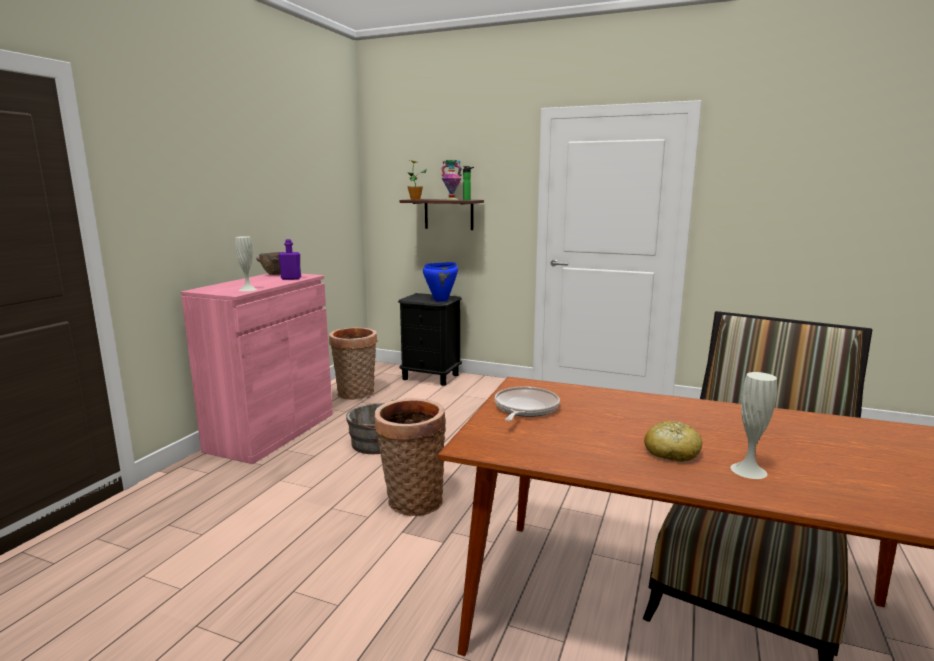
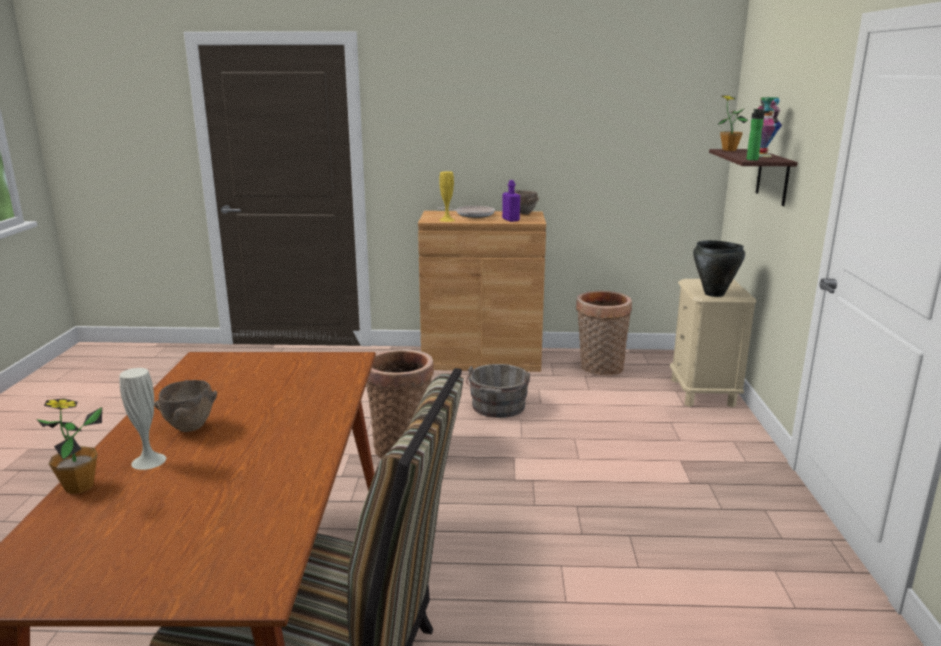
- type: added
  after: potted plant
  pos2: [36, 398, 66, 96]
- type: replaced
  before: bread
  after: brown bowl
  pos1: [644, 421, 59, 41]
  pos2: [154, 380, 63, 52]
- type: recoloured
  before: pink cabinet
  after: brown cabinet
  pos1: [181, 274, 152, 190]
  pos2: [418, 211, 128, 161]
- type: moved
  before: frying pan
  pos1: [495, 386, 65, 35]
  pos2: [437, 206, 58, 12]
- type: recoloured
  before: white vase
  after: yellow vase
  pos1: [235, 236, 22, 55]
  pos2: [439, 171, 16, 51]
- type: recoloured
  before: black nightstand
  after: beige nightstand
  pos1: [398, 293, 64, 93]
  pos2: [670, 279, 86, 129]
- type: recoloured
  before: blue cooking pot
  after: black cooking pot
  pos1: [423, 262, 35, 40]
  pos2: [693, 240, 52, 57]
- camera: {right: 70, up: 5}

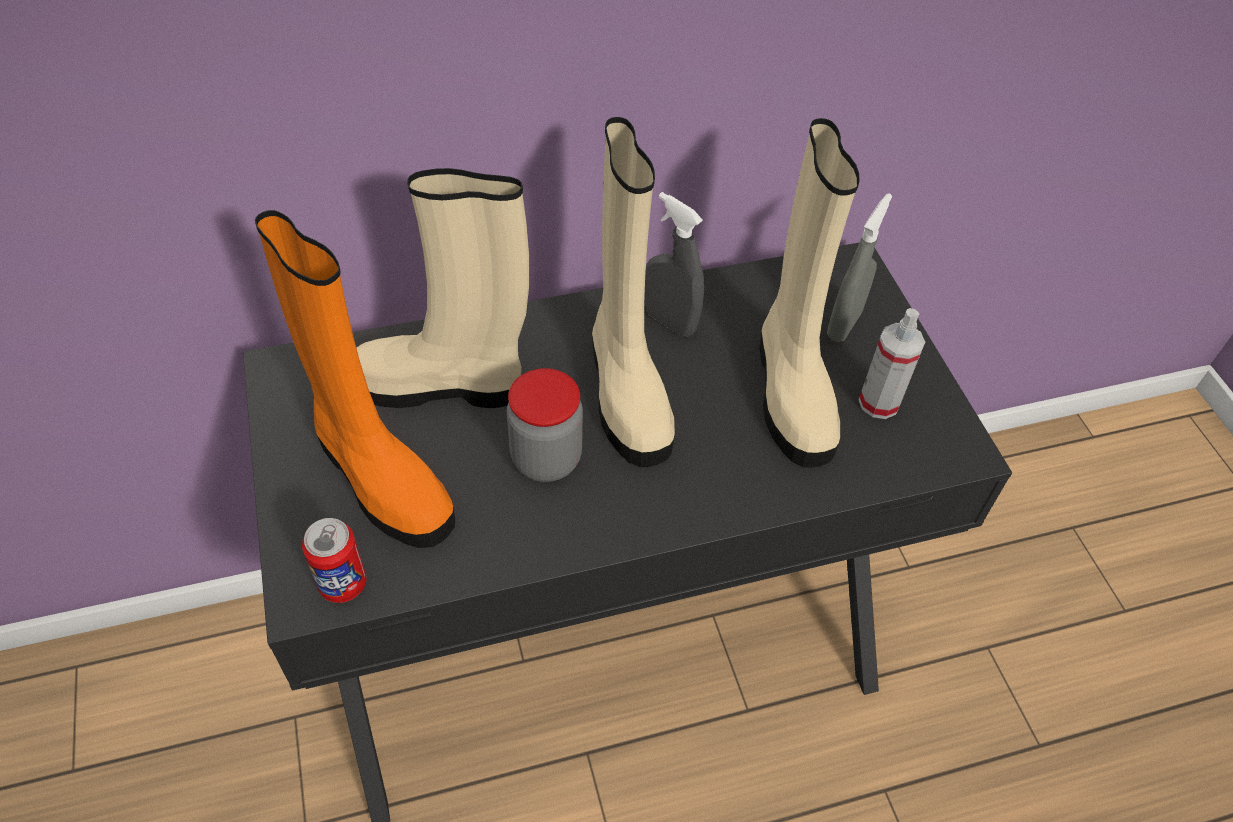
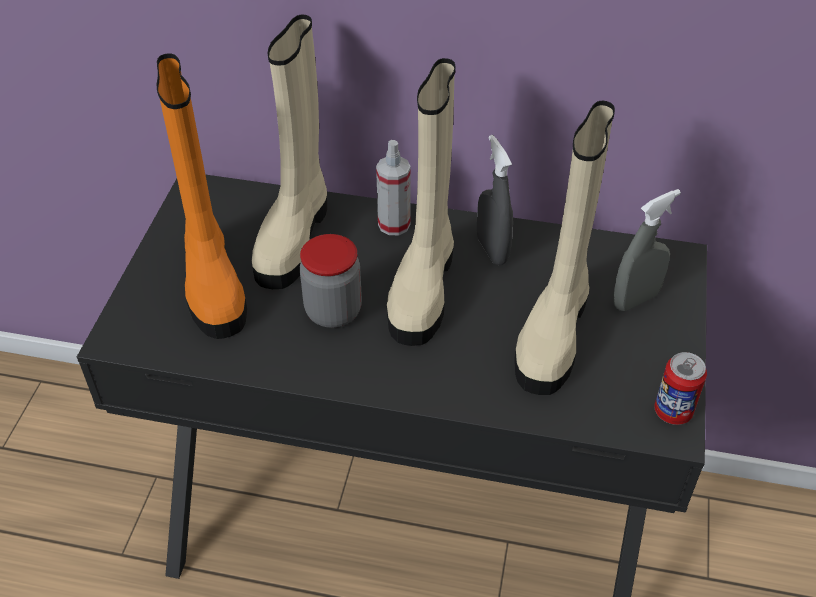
- type: turned
  before: beige boot
  pos1: [356, 168, 173, 240]
  pos2: [252, 15, 75, 274]
  turn: -105
- type: moved
  before: spray bottle
  pos1: [859, 308, 66, 111]
  pos2: [376, 140, 35, 95]
- type: moved
  before: can
  pos1: [302, 518, 64, 85]
  pos2: [654, 352, 53, 73]
- camera: {right: 30, up: -5}

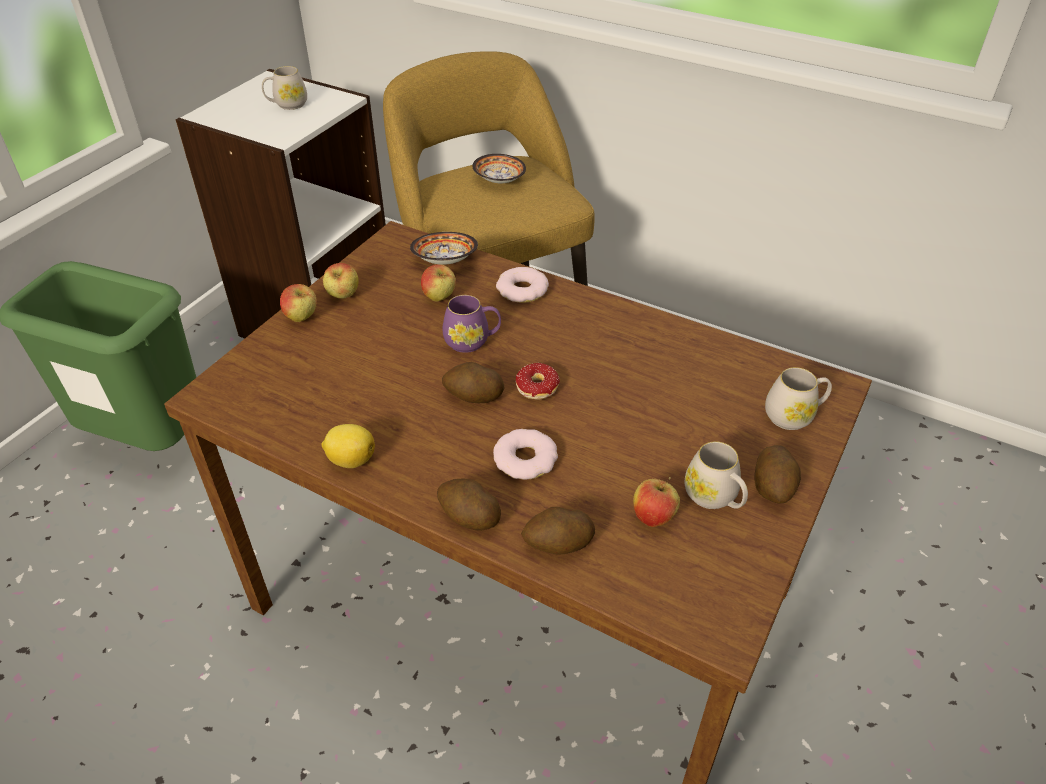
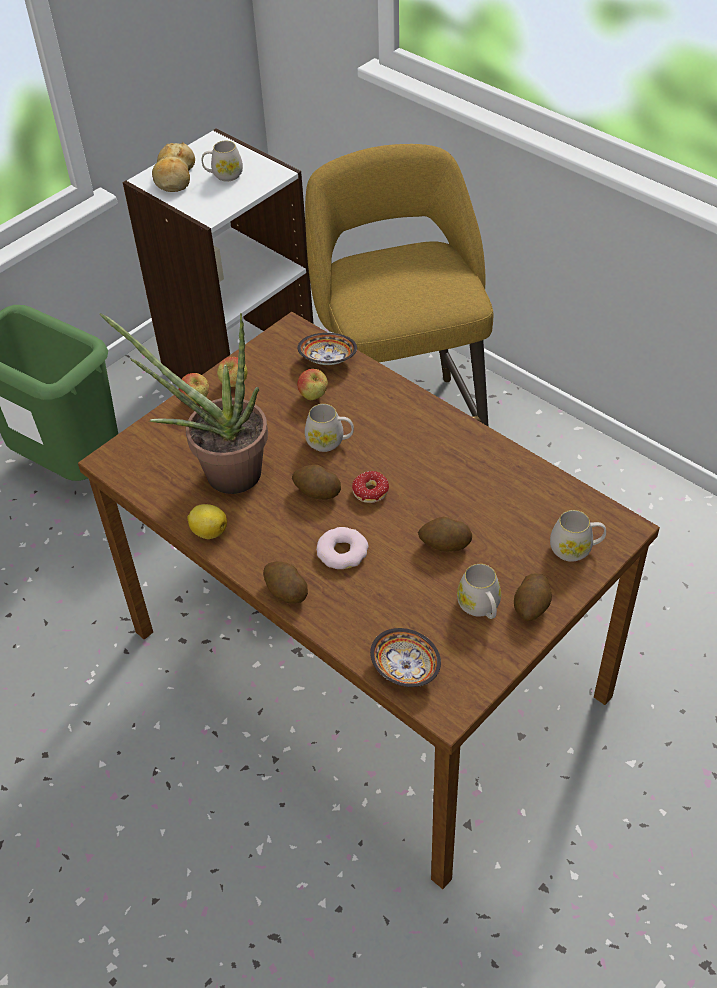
- type: added
  after: potted plant
  pos2: [100, 313, 168, 181]
- type: added
  after: bread
  pos2: [152, 142, 43, 50]
- type: recoloured
  before: purple mug
  after: white mug
  pos1: [443, 295, 58, 58]
  pos2: [305, 404, 49, 48]
- type: moved
  before: bowl
  pos1: [472, 154, 54, 29]
  pos2: [370, 628, 71, 59]
- type: moved
  before: potato
  pos1: [521, 507, 74, 48]
  pos2: [418, 517, 54, 35]
- type: removed
  before: donut
  pos1: [496, 267, 53, 36]
- type: removed
  before: apple
  pos1: [633, 477, 47, 50]
- camera: {right: 15, up: 5}

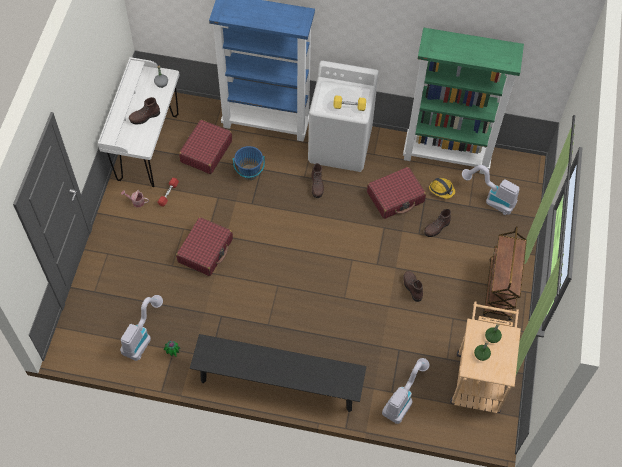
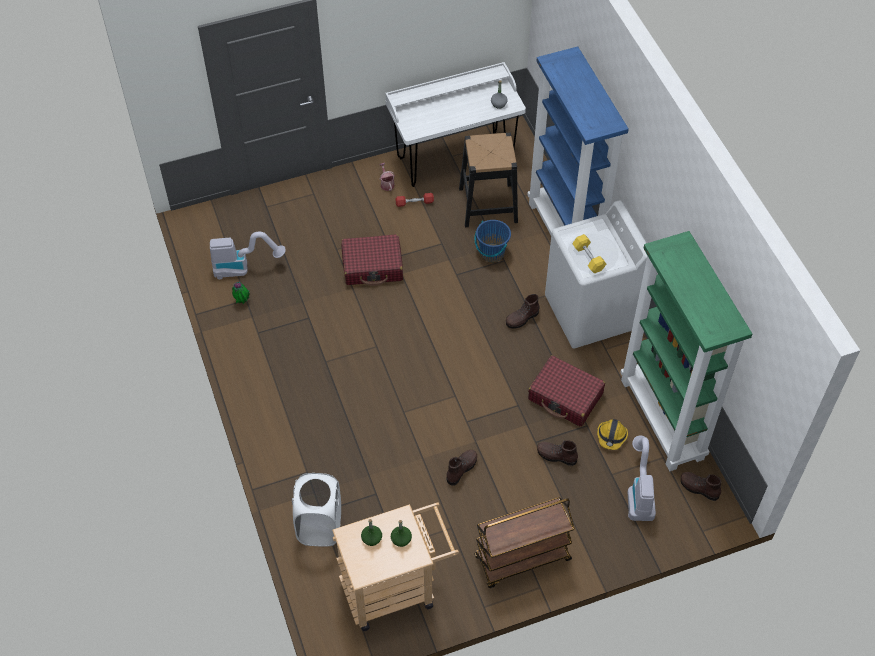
- type: replaced
  before: vacuum cleaner
  after: white laundry basket
  pos1: [382, 358, 47, 66]
  pos2: [292, 473, 49, 73]
- type: replaced
  before: red suitcase
  after: black stool
  pos1: [179, 120, 53, 54]
  pos2: [459, 133, 59, 94]
- type: moved
  before: brown boot
  pos1: [129, 97, 31, 27]
  pos2: [681, 472, 40, 29]
- type: removed
  before: black bench
  pos1: [190, 334, 177, 78]
- camera: {right: 60, up: -5}

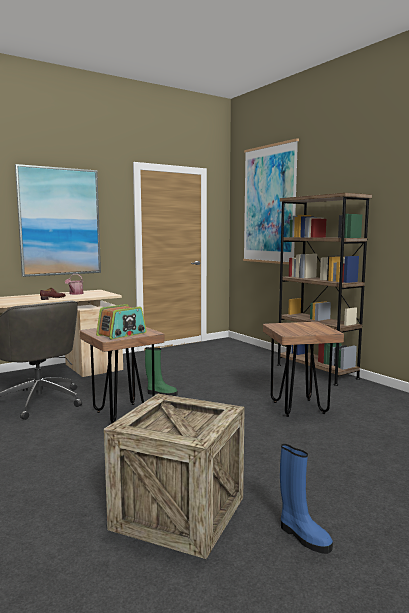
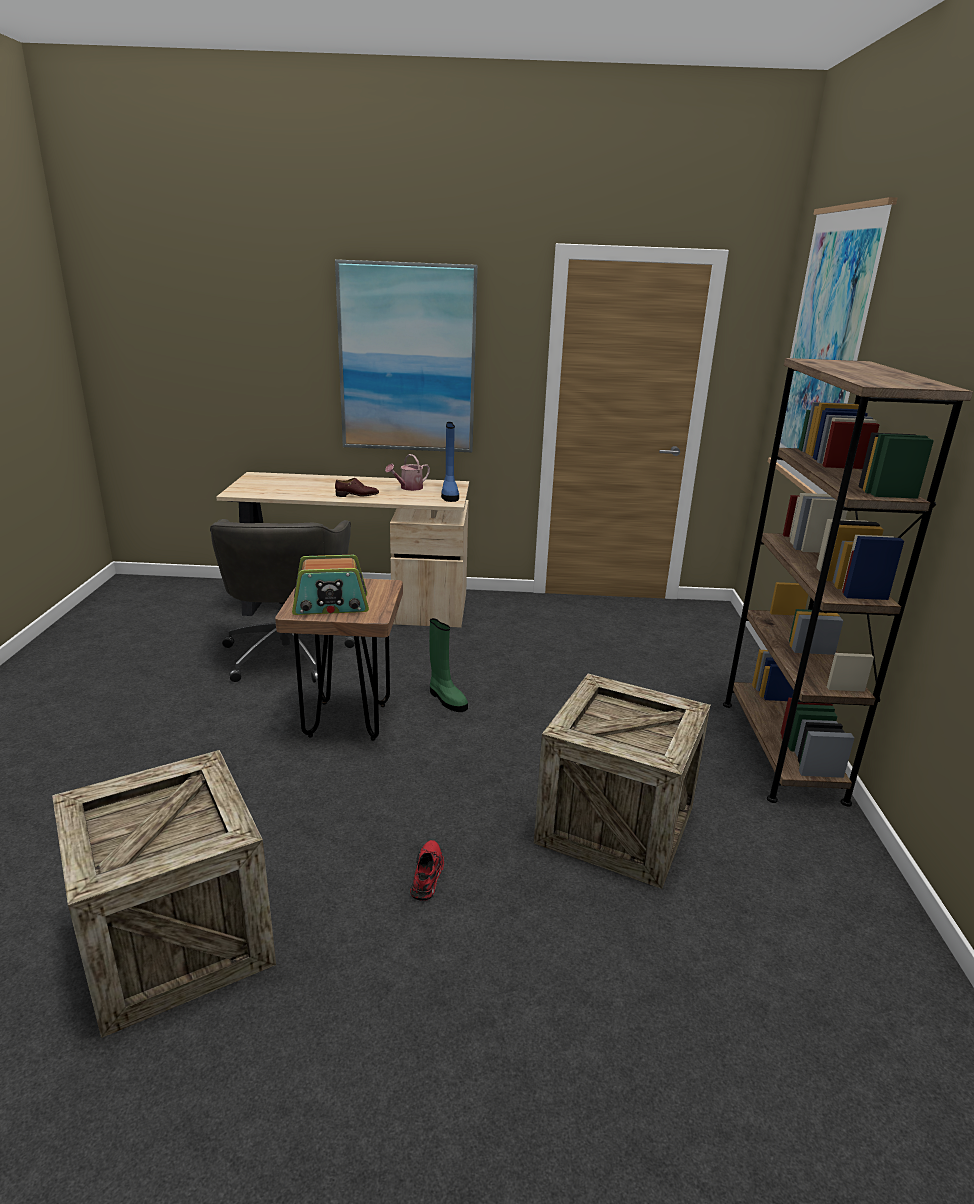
- type: added
  after: red shoe
  pos2: [410, 840, 34, 60]
- type: moved
  before: blue boot
  pos1: [280, 444, 53, 110]
  pos2: [441, 422, 18, 80]
- type: replaced
  before: brown stool
  after: crate
  pos1: [263, 322, 81, 95]
  pos2: [534, 674, 177, 215]
- camera: {right: 35, up: 15}

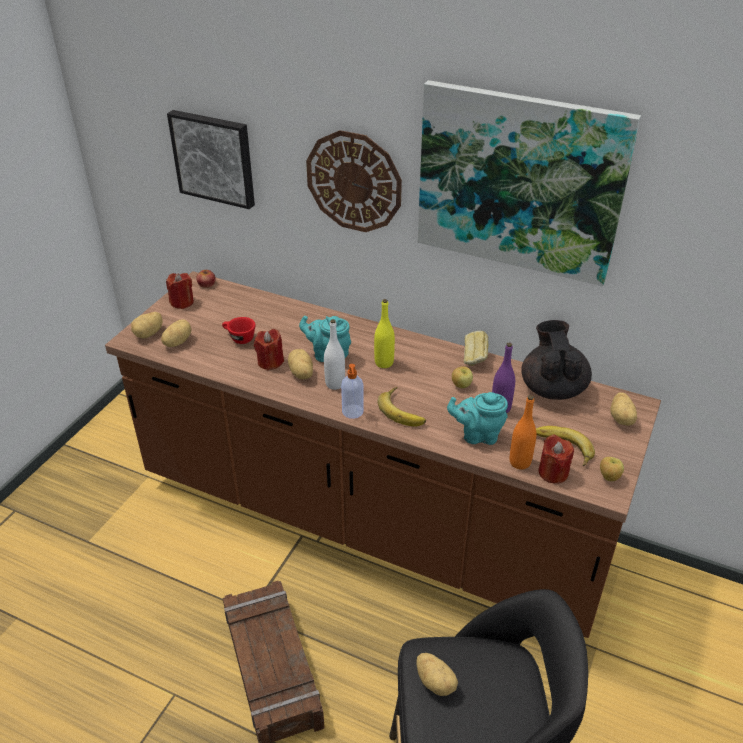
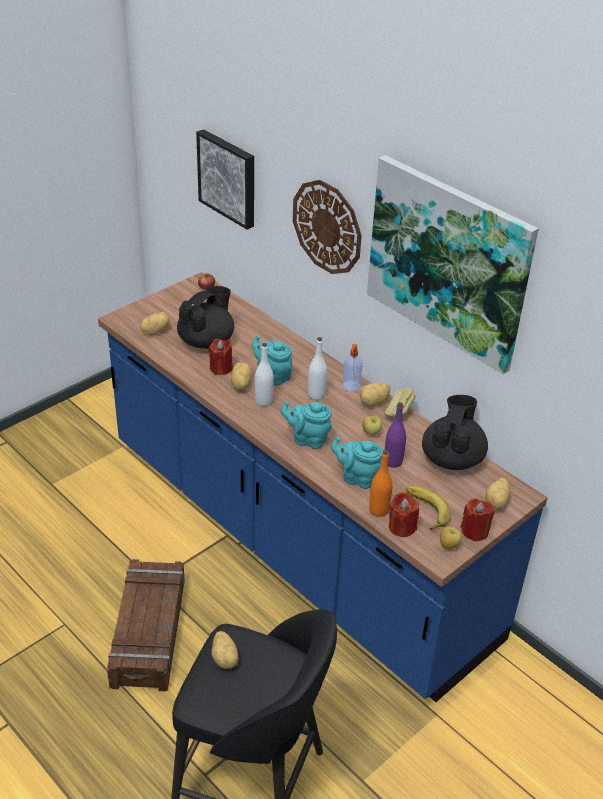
- type: recoloured
  before: brown counter
  after: blue counter
  pos1: [105, 271, 556, 367]
  pos2: [98, 272, 449, 430]
- type: replaced
  before: red cup
  after: black teapot
  pos1: [222, 317, 33, 27]
  pos2: [177, 286, 57, 63]
- type: replaced
  before: banana
  after: turquoise teapot
  pos1: [378, 387, 48, 39]
  pos2: [281, 401, 51, 48]
- type: recoloured
  before: yellow bottle
  after: white bottle
  pos1: [374, 299, 21, 69]
  pos2: [308, 337, 19, 63]
- type: moved
  before: soap dispenser
  pos1: [341, 364, 23, 55]
  pos2: [342, 344, 21, 47]
- type: moved
  before: potato
  pos1: [131, 312, 32, 26]
  pos2: [359, 383, 31, 23]
- type: moved
  before: red candle
  pos1: [166, 273, 28, 36]
  pos2: [461, 499, 34, 42]
- camera: {right: 20, up: 0}

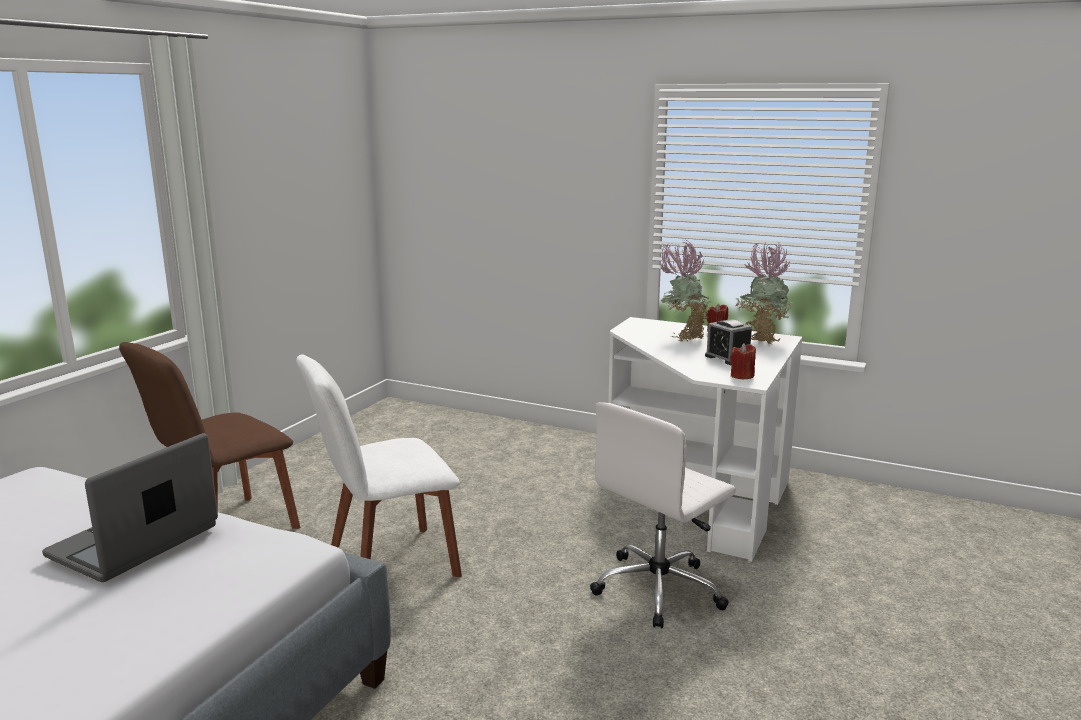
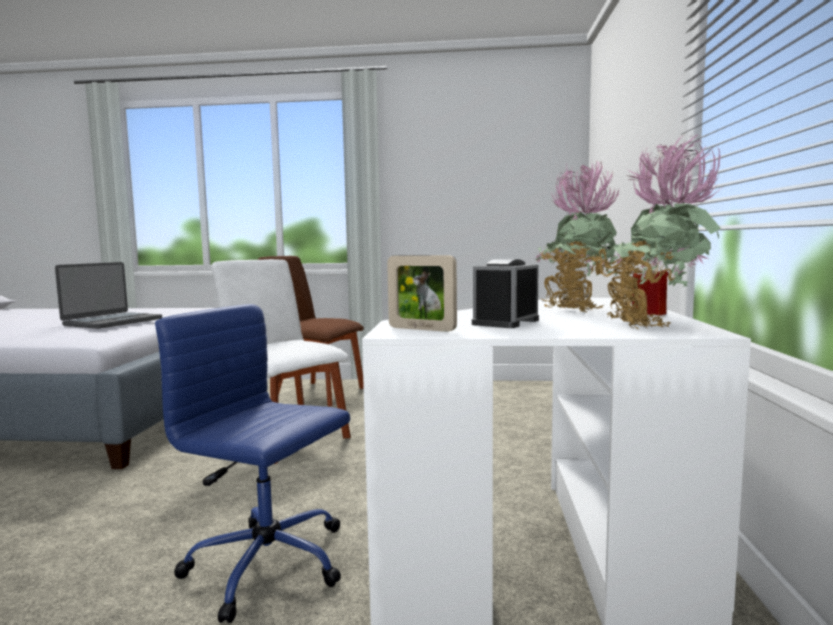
- type: turned
  before: laptop
  pos1: [42, 433, 176, 149]
  pos2: [55, 262, 107, 67]
  turn: 105
- type: recoloured
  before: white office chair
  after: blue office chair
  pos1: [590, 402, 146, 226]
  pos2: [155, 304, 195, 319]
- type: replaced
  before: red candle
  after: picture frame
  pos1: [730, 344, 26, 36]
  pos2: [387, 255, 70, 77]
- camera: {right: 70, up: -10}

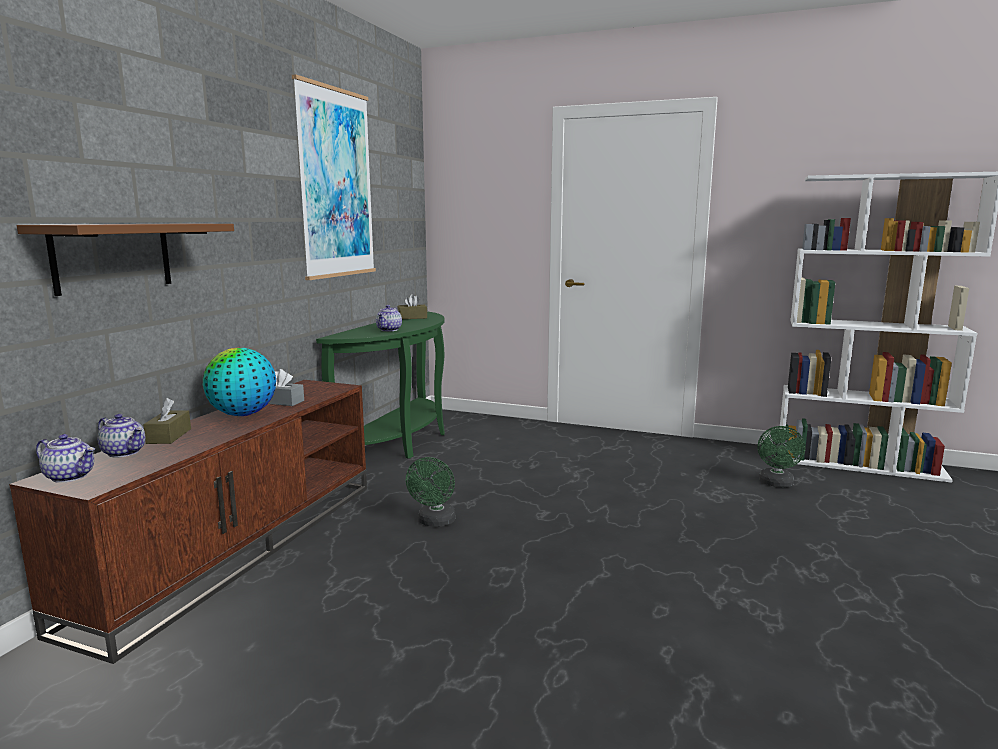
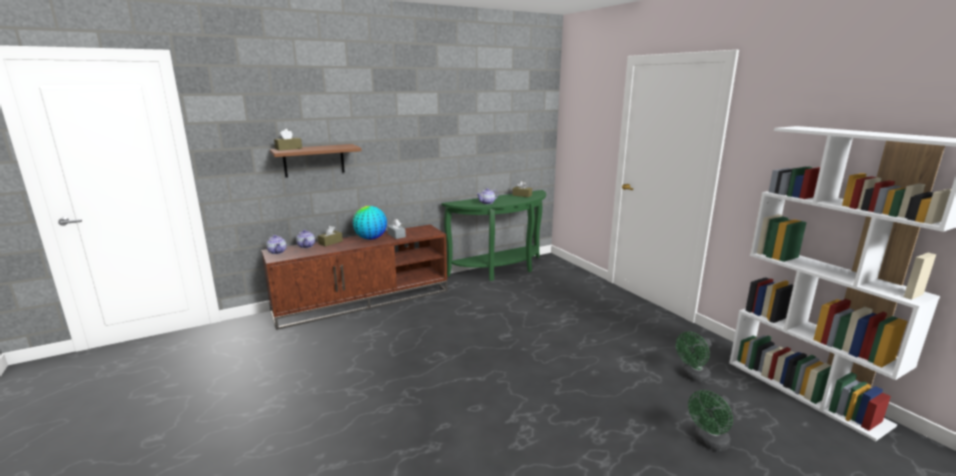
- type: added
  after: brown tissue box
  pos2: [274, 129, 28, 22]
- type: moved
  before: green fan
  pos1: [406, 457, 50, 70]
  pos2: [688, 390, 45, 61]
- type: removed
  before: picture
  pos1: [292, 74, 84, 206]
- camera: {right: 40, up: 5}

